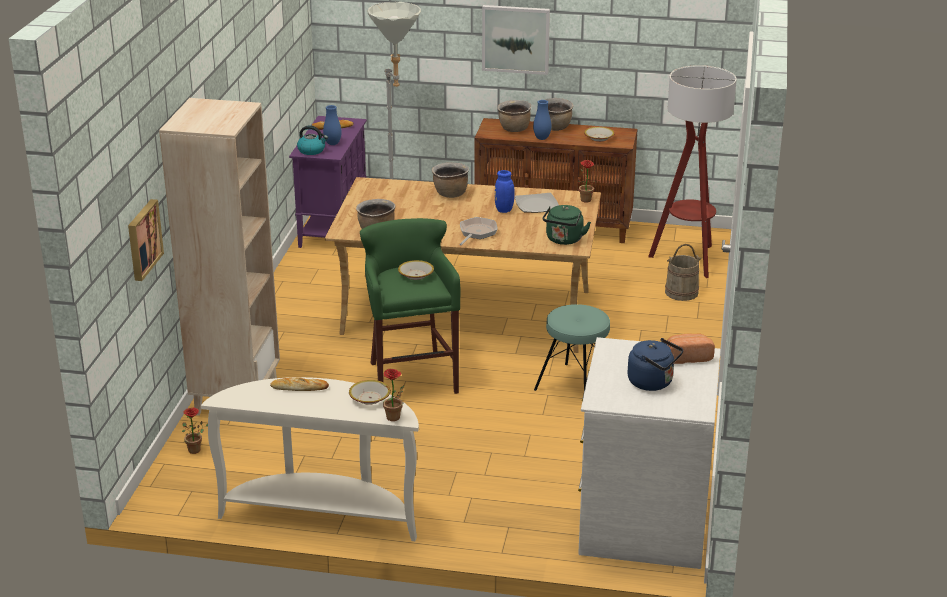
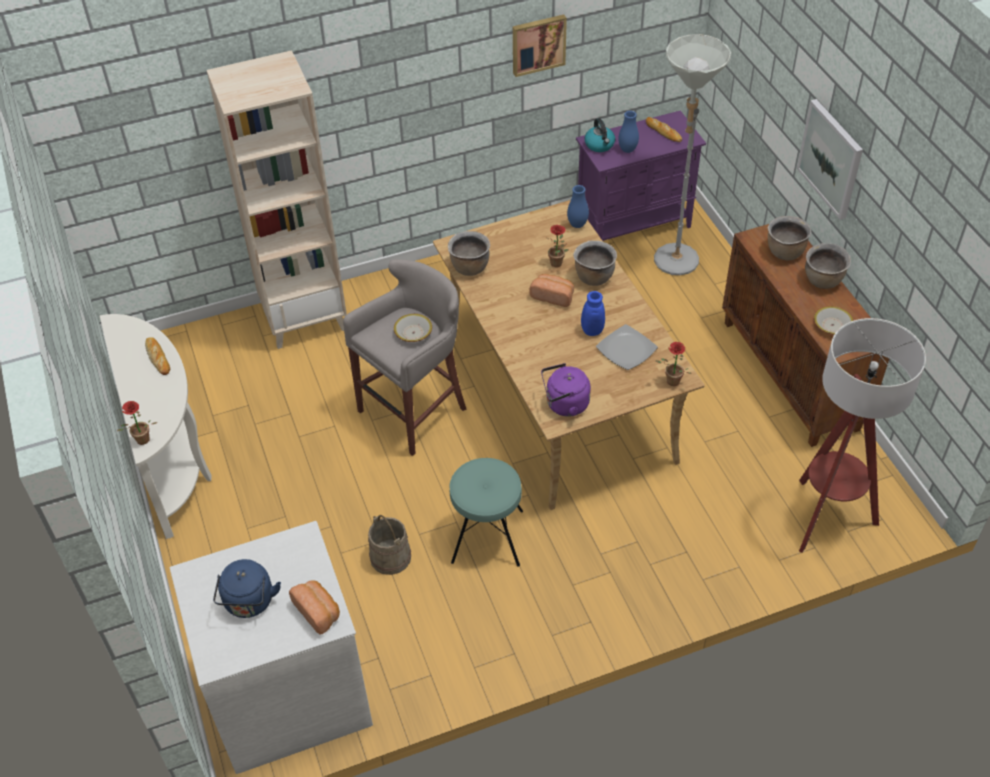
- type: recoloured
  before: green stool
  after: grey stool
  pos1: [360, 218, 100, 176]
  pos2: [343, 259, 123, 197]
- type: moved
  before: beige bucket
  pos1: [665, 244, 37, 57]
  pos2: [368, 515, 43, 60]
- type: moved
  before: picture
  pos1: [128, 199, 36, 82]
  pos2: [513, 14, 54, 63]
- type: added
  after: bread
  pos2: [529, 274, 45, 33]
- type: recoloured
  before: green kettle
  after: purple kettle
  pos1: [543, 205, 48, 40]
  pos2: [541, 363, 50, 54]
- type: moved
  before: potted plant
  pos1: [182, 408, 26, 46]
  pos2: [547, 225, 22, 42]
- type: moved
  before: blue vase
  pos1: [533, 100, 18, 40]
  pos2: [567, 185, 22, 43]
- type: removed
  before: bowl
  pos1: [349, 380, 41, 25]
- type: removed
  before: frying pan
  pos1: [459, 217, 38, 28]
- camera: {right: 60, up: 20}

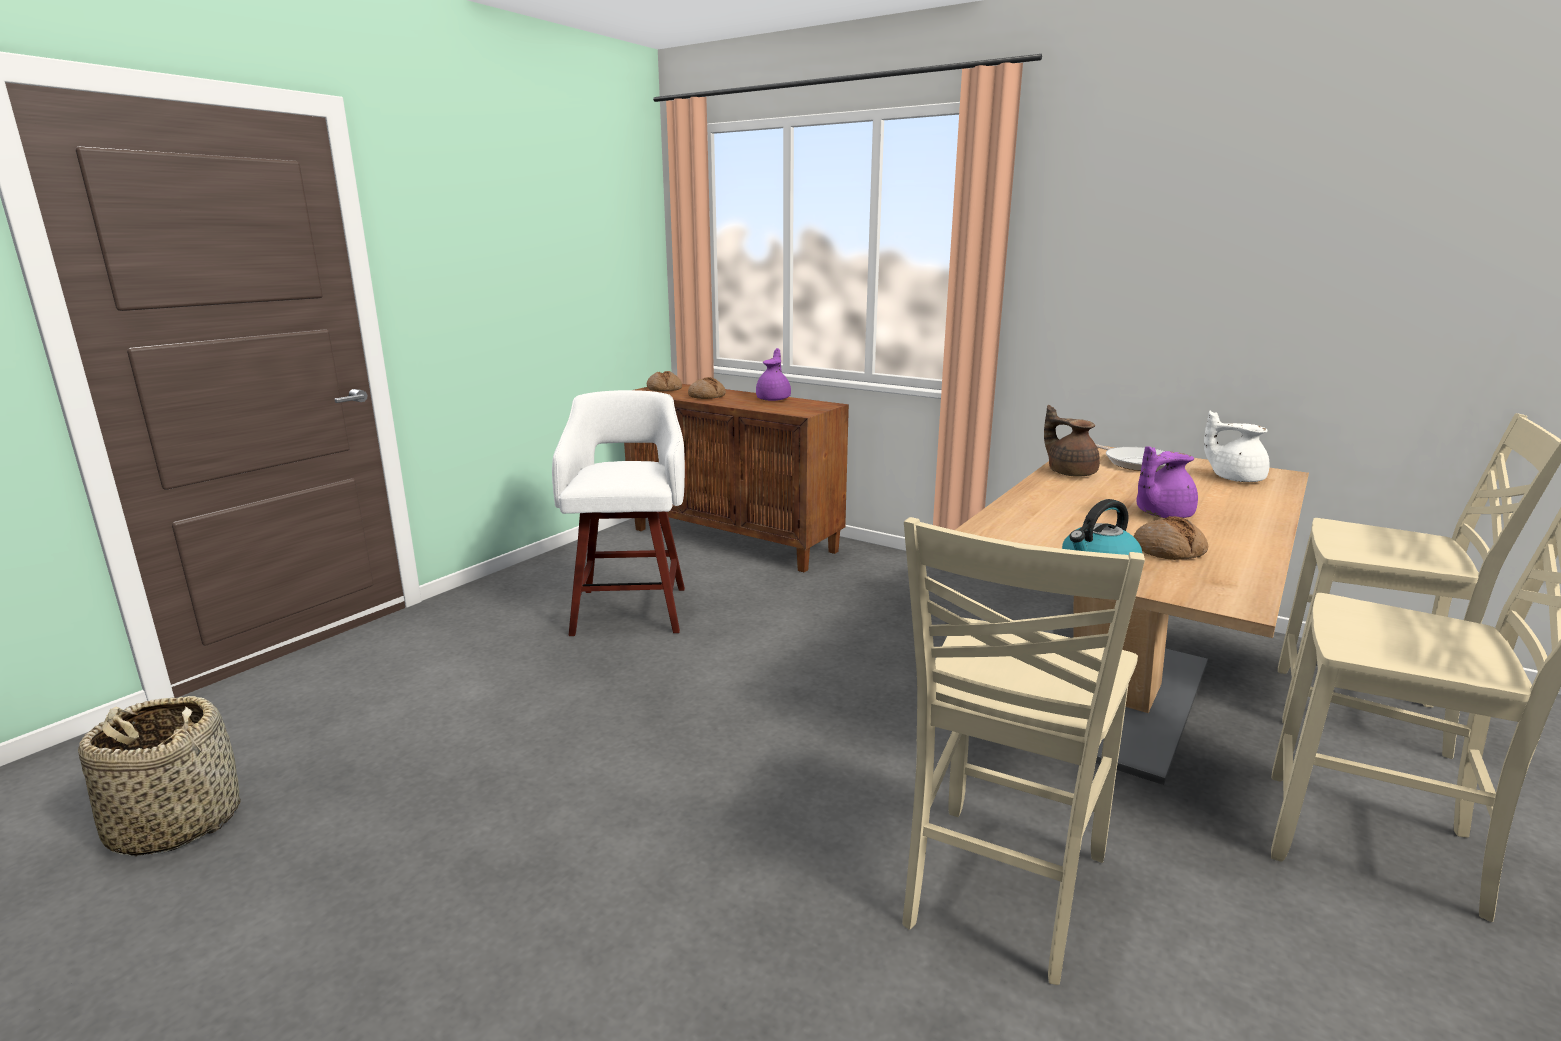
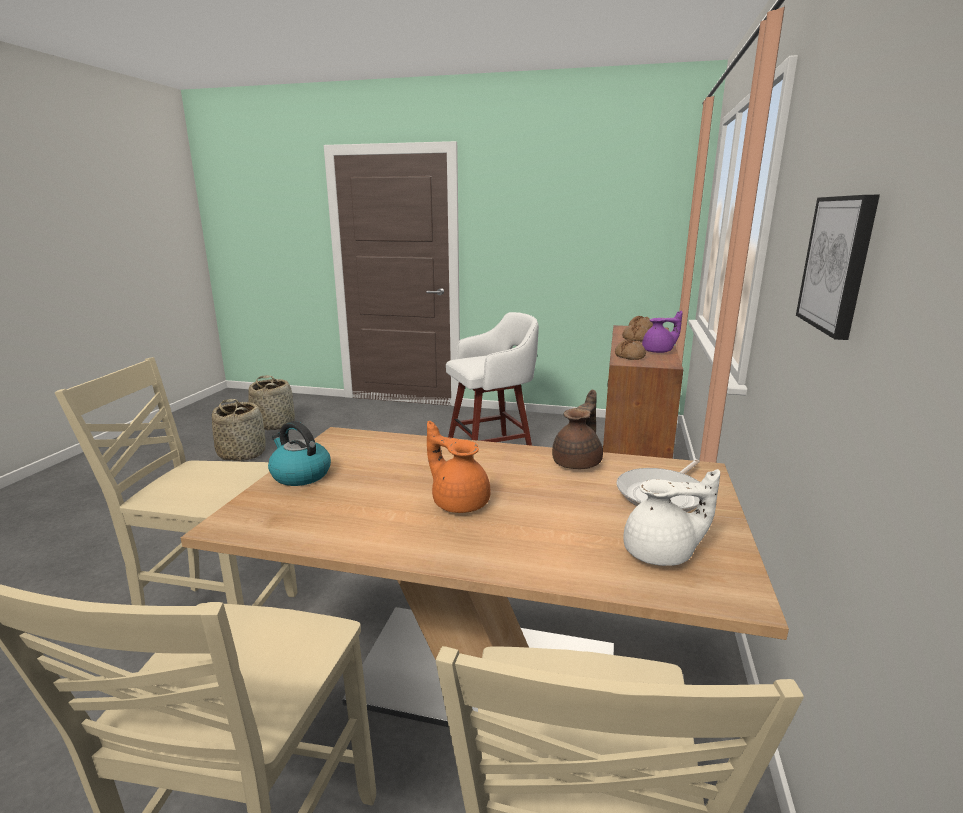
- type: added
  after: basket
  pos2: [212, 399, 54, 62]
- type: recoloured
  before: purple teapot
  after: orange teapot
  pos1: [1136, 446, 62, 72]
  pos2: [427, 421, 64, 92]
- type: moved
  before: bread
  pos1: [1134, 516, 74, 44]
  pos2: [615, 339, 31, 21]
- type: turned
  before: white teapot
  pos1: [1204, 410, 65, 72]
  pos2: [623, 469, 97, 97]
  turn: 75
- type: added
  after: picture
  pos2: [796, 195, 84, 145]
- camera: {right: 70, up: 0}

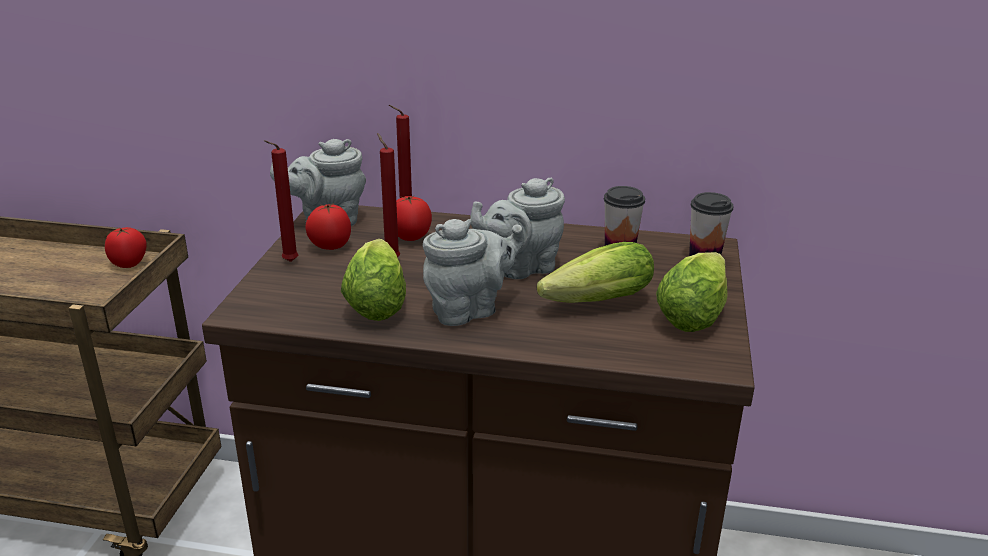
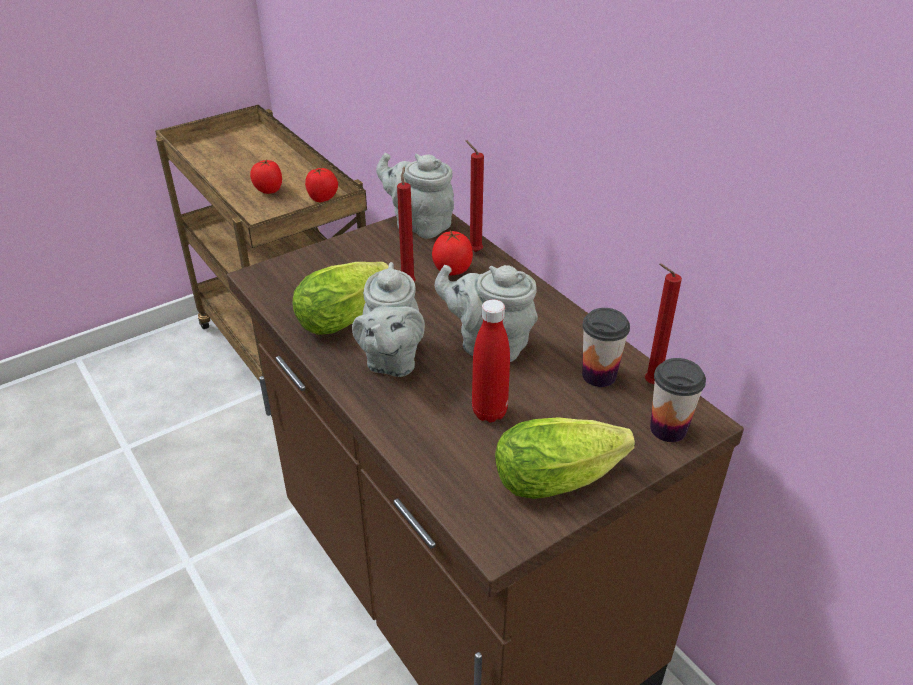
- type: moved
  before: tomato
  pos1: [305, 204, 46, 46]
  pos2: [250, 160, 32, 34]
- type: turned
  before: grey teapot
  pos1: [423, 219, 101, 107]
  pos2: [352, 262, 73, 115]
  turn: 75
- type: replaced
  before: lettuce
  after: red bottle
  pos1: [537, 242, 117, 61]
  pos2: [472, 299, 38, 123]
- type: moved
  before: red candle
  pos1: [264, 140, 34, 122]
  pos2: [645, 264, 37, 120]
- camera: {right: 45, up: 10}

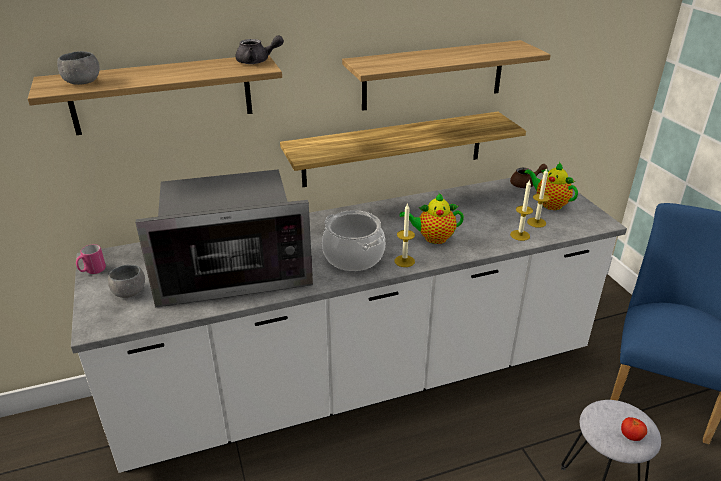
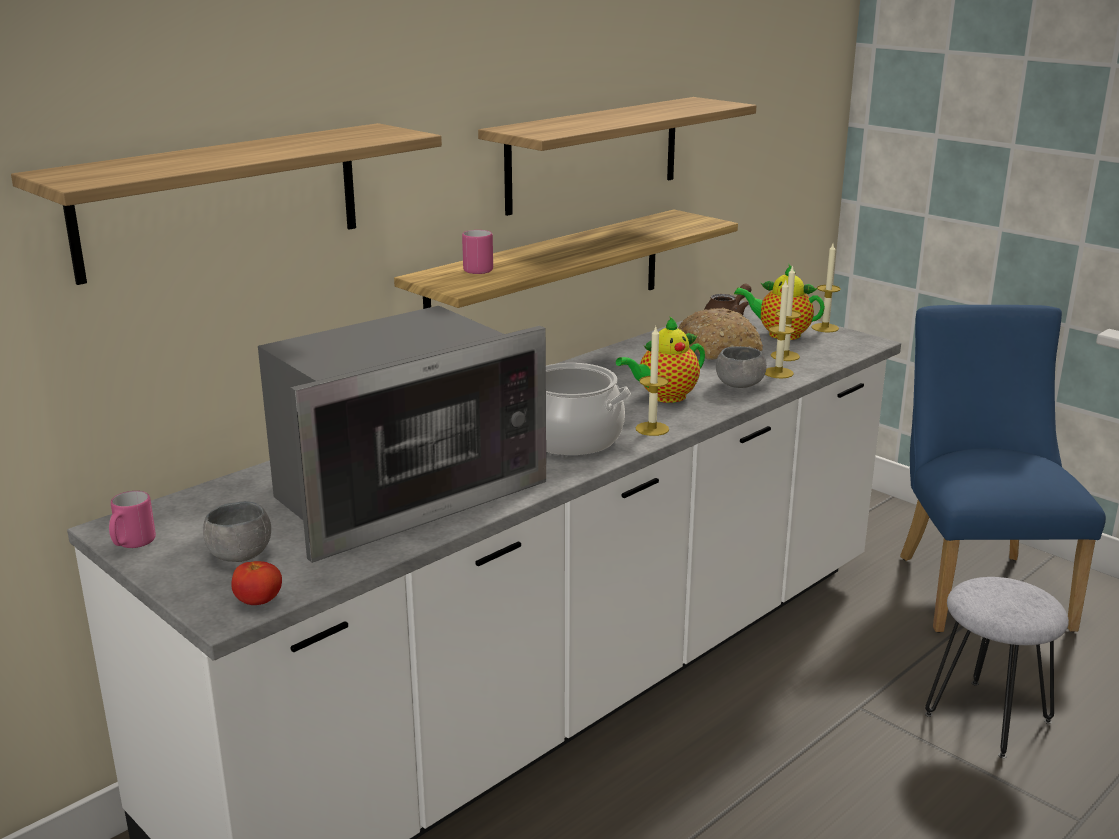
- type: moved
  before: tomato
  pos1: [621, 417, 26, 24]
  pos2: [231, 561, 51, 44]
- type: added
  after: pink mug
  pos2: [462, 230, 31, 44]
- type: added
  after: bread
  pos2: [678, 308, 85, 52]
- type: moved
  before: grey bowl
  pos1: [57, 51, 43, 34]
  pos2: [716, 346, 51, 42]
- type: added
  after: candle
  pos2: [812, 244, 29, 88]
- type: removed
  before: grey teapot
  pos1: [236, 35, 48, 29]
- camera: {right: -25, up: -10}

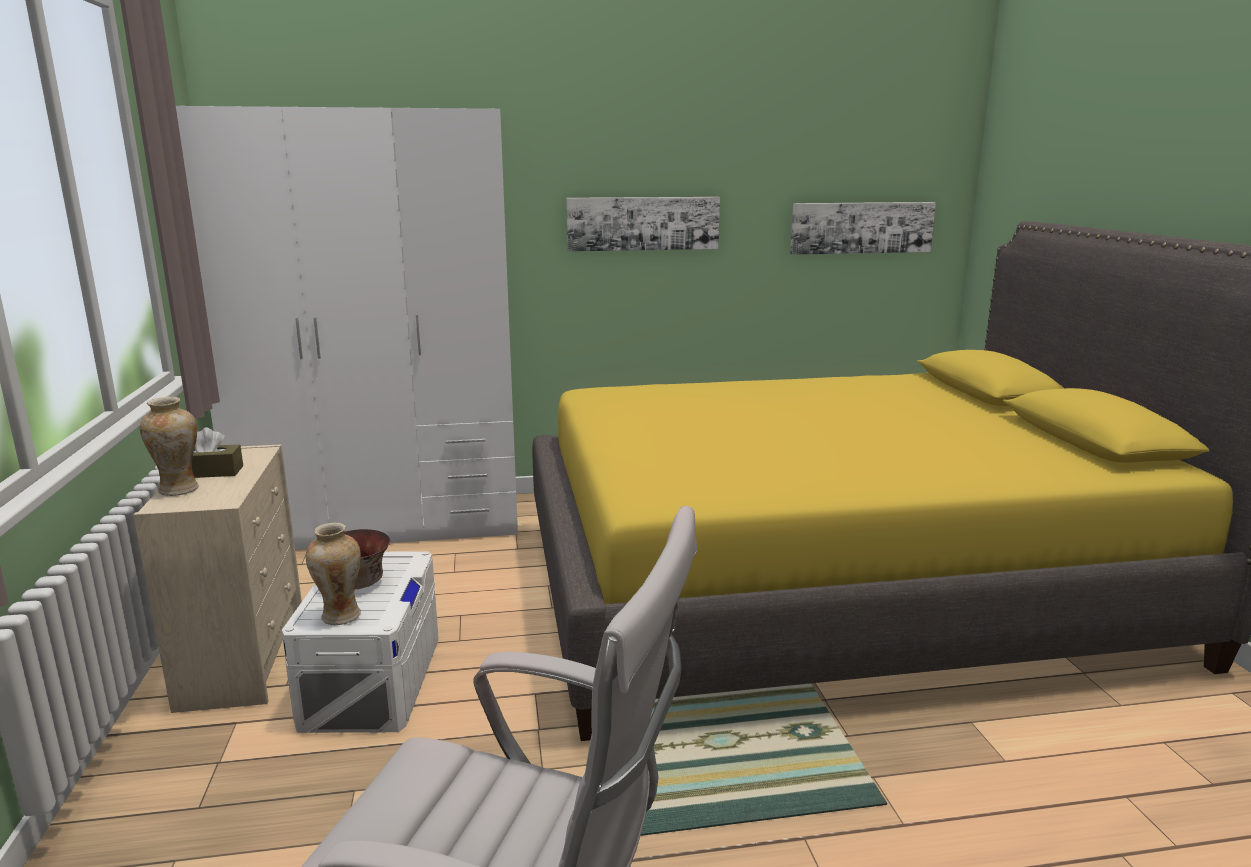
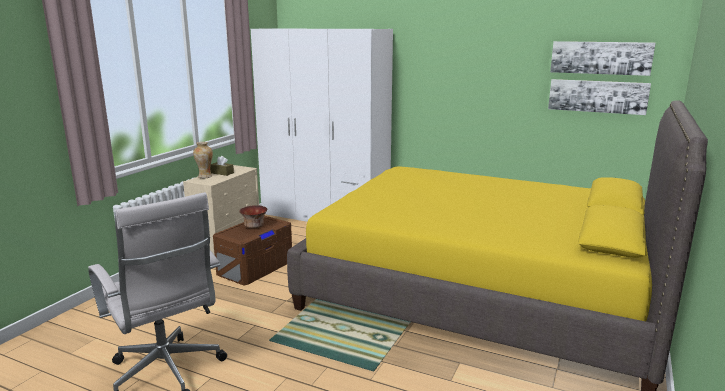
- type: recoloured
  before: white storage box
  after: brown storage box
  pos1: [282, 551, 157, 182]
  pos2: [213, 216, 79, 70]
- type: moved
  before: picture
  pos1: [566, 197, 154, 55]
  pos2: [550, 41, 105, 35]
- type: removed
  before: vase
  pos1: [306, 523, 55, 102]
- camera: {right: 35, up: 0}

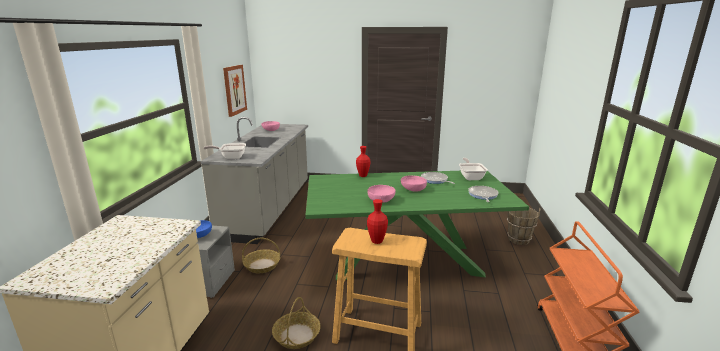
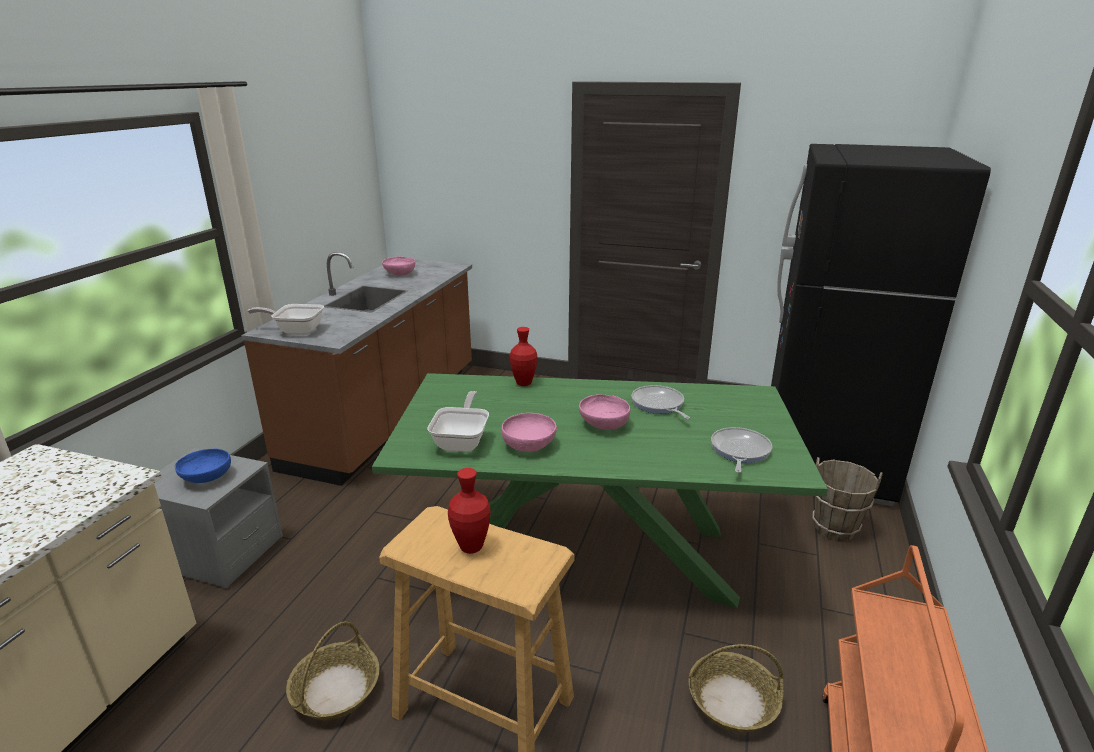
- type: recoloured
  before: grey counter
  after: brown counter
  pos1: [201, 117, 107, 127]
  pos2: [241, 252, 231, 234]
- type: moved
  before: frying pan
  pos1: [459, 158, 29, 22]
  pos2: [427, 391, 62, 61]
- type: moved
  before: basket
  pos1: [242, 238, 38, 35]
  pos2: [688, 644, 96, 89]
- type: added
  after: black fridge
  pos2: [771, 144, 220, 362]
- type: removed
  before: picture
  pos1: [223, 65, 24, 52]
- camera: {right: 10, up: 5}

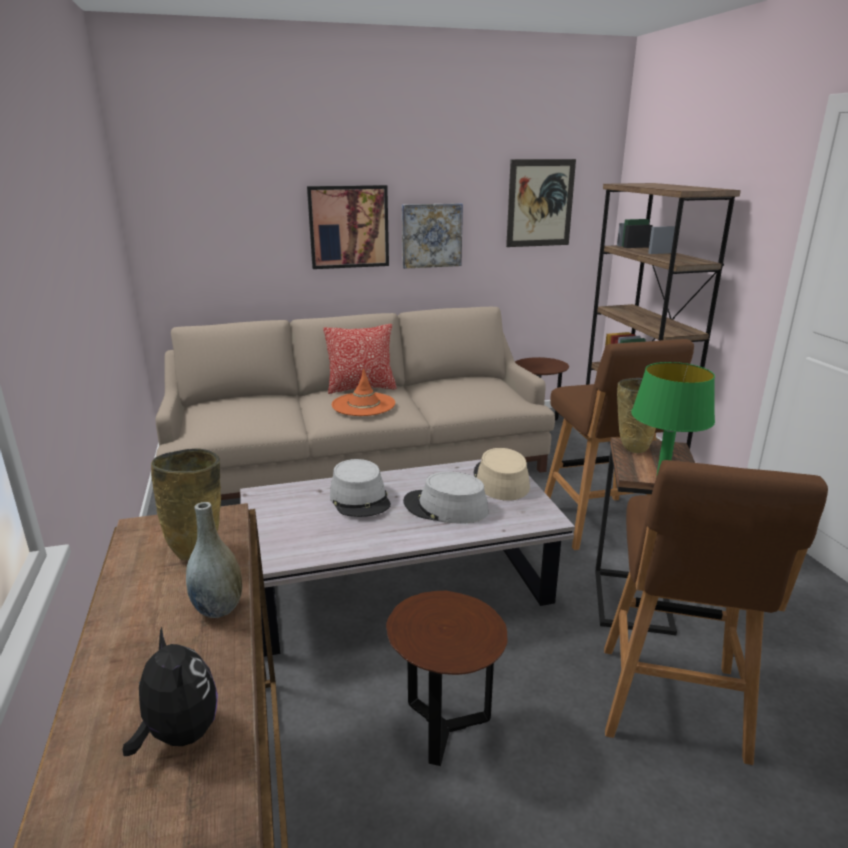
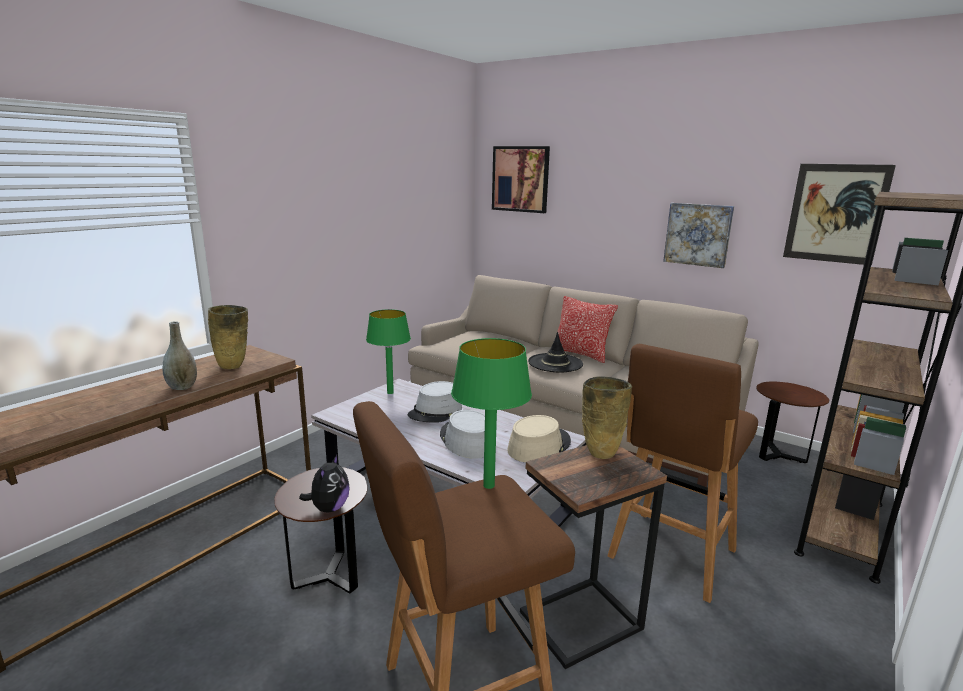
- type: moved
  before: plush toy
  pos1: [123, 627, 95, 129]
  pos2: [299, 455, 50, 57]
- type: added
  after: green table lamp
  pos2: [366, 309, 45, 85]
- type: moved
  before: picture
  pos1: [307, 185, 82, 84]
  pos2: [492, 146, 58, 67]
- type: recoloured
  before: orange hat
  after: black hat
  pos1: [332, 368, 63, 48]
  pos2: [528, 332, 55, 40]
- camera: {right: 50, up: -5}

